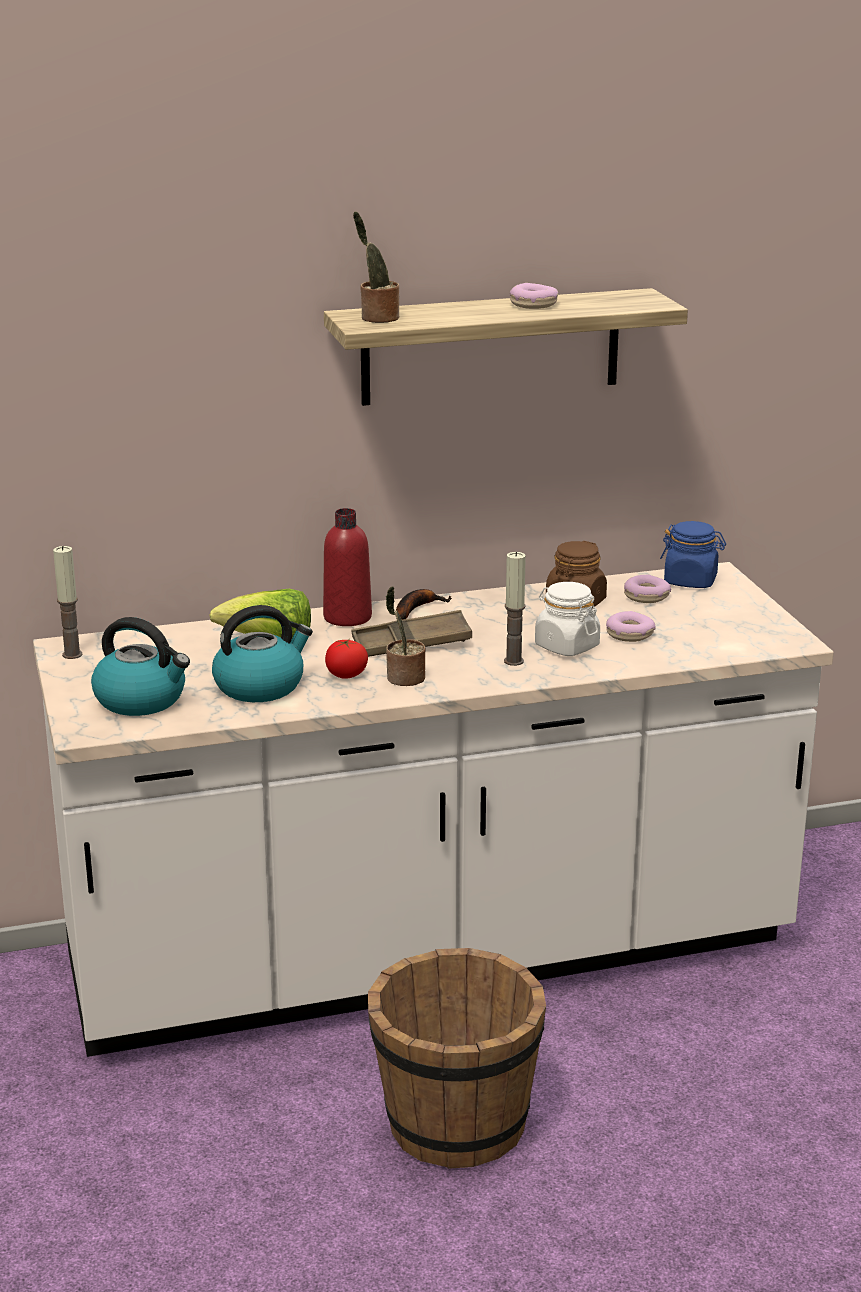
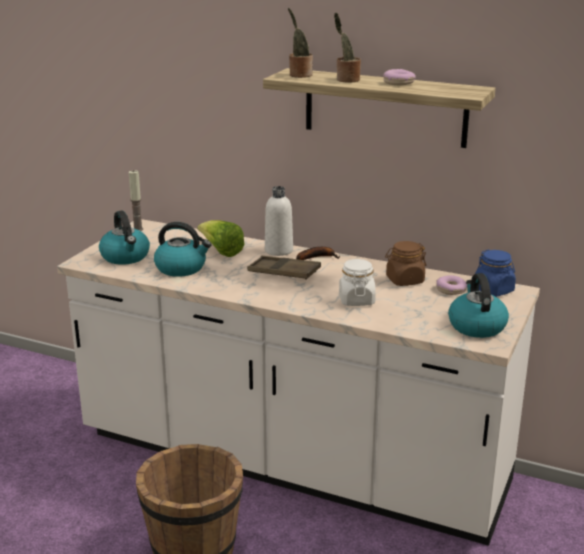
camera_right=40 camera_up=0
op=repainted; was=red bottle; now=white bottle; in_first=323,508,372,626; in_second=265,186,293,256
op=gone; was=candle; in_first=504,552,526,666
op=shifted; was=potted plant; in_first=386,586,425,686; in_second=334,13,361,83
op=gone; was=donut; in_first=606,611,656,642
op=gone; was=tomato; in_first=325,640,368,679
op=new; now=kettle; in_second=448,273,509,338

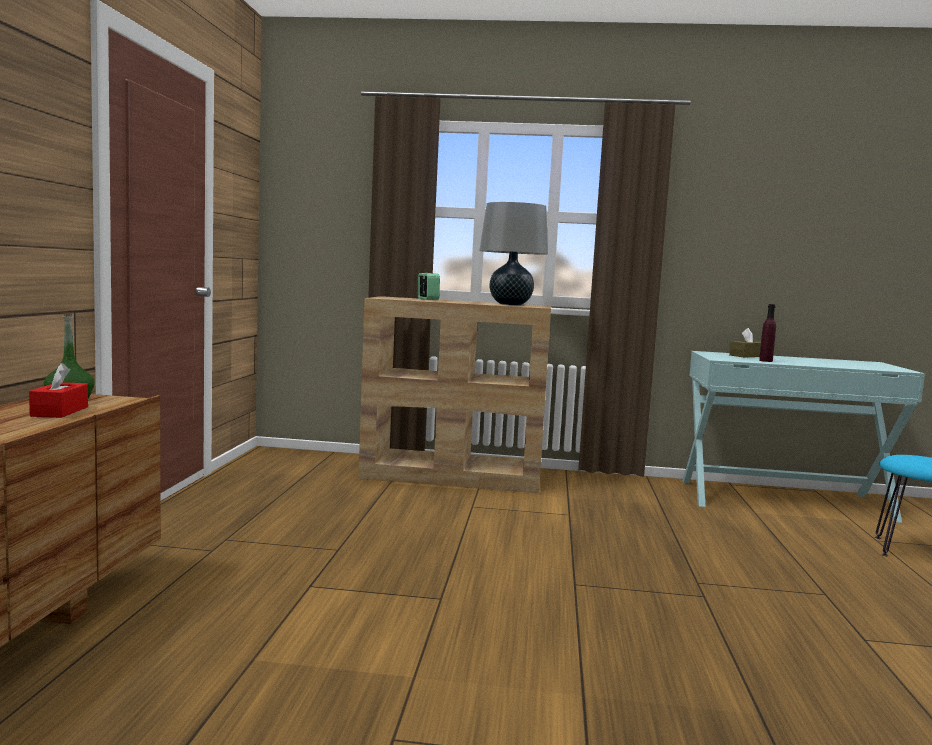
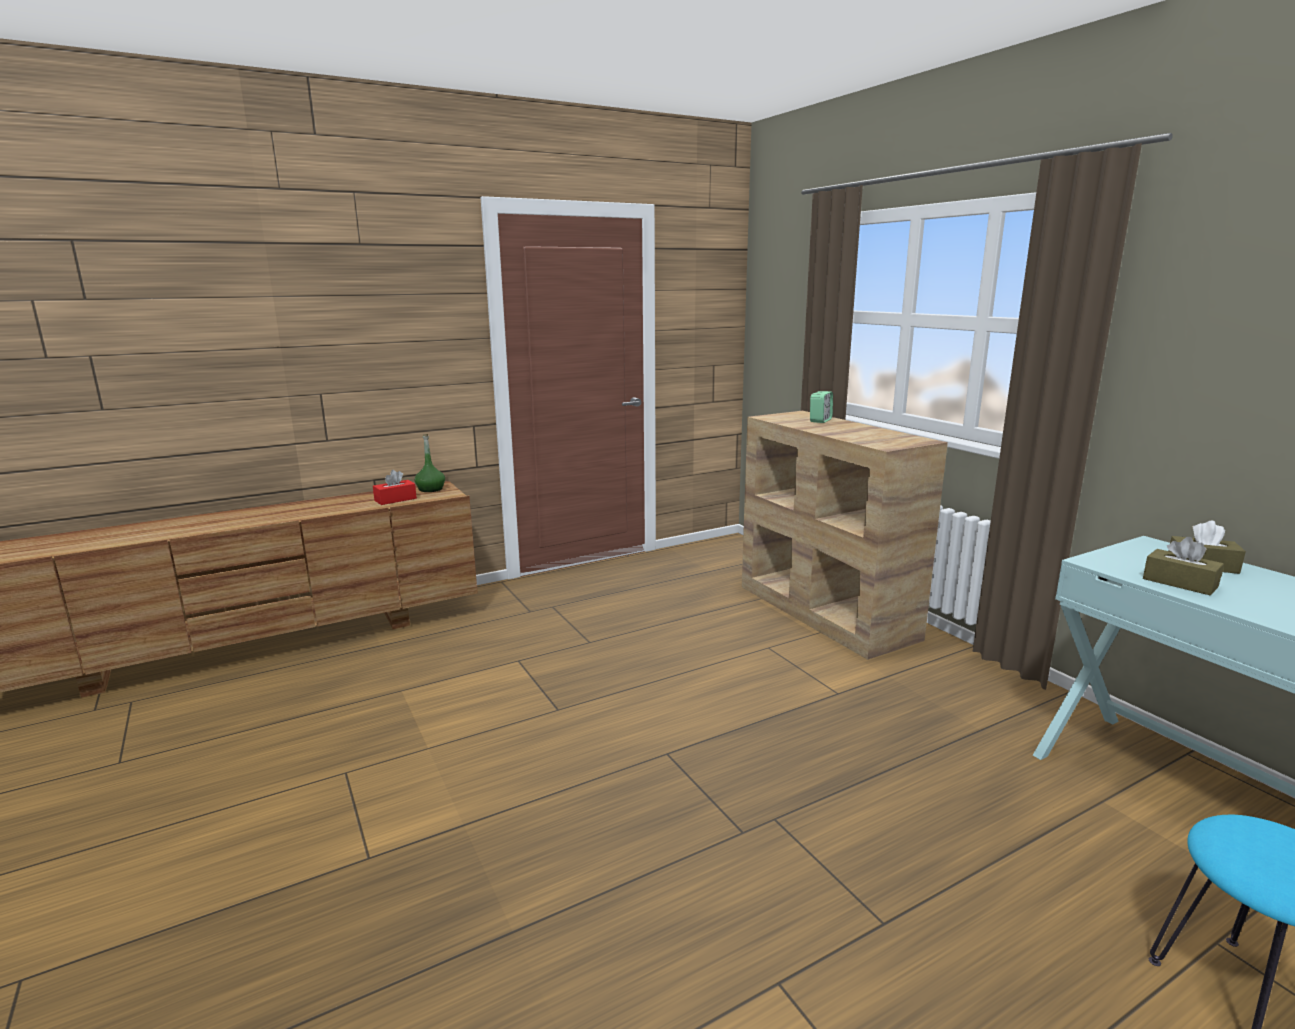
camera_right=55 camera_up=10
op=gone; was=grey table lamp; in_first=479,202,548,305
op=swapped; was=purple bottle; now=brown tissue box; in_first=759,304,776,362; in_second=1143,537,1224,595

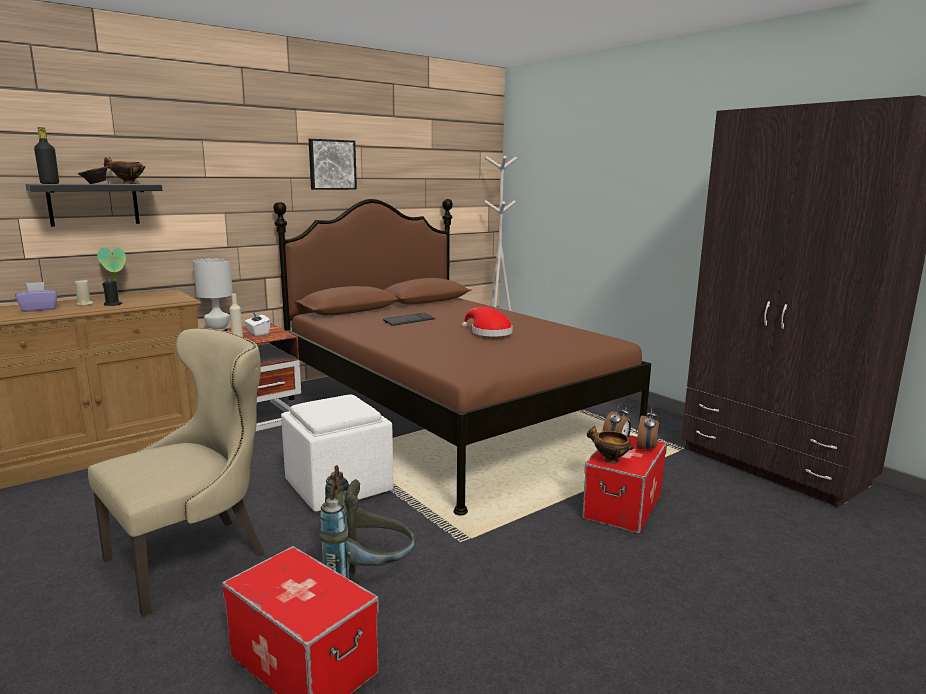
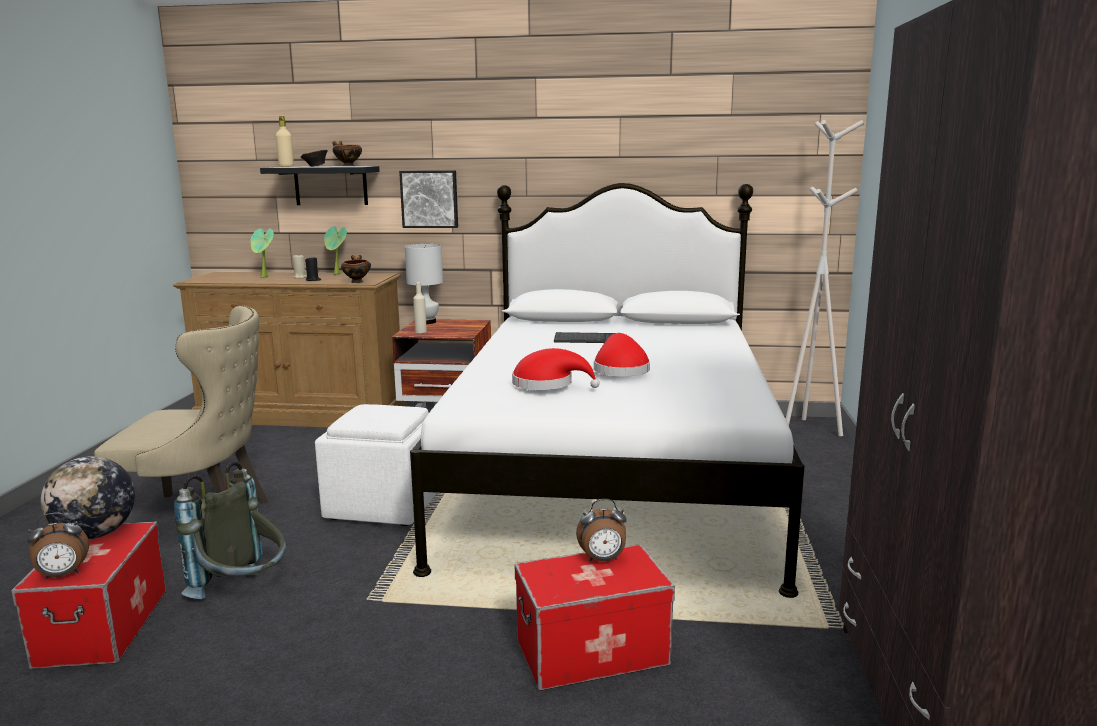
camera_right=45 camera_up=0
op=repainted; was=black bottle; now=beige bottle; in_first=34,127,59,184; in_second=276,116,294,167
op=shifted; was=picture; in_first=309,139,357,190; in_second=399,170,458,228
op=repainted; was=brown bed; now=white bed; in_first=273,199,651,516; in_second=410,183,805,598
op=swapped; was=purple tissue box; now=potted plant; in_first=15,282,57,312; in_second=251,228,274,278
op=gone; was=white tissue box; in_first=245,311,270,336
op=shifted; was=alarm clock; in_first=637,406,659,453; in_second=27,513,89,580
op=shifted; was=bowl; in_first=587,426,634,464; in_second=341,255,371,283
op=new; now=red hat; in_second=512,348,600,390
op=new; now=globe; in_second=41,456,135,539

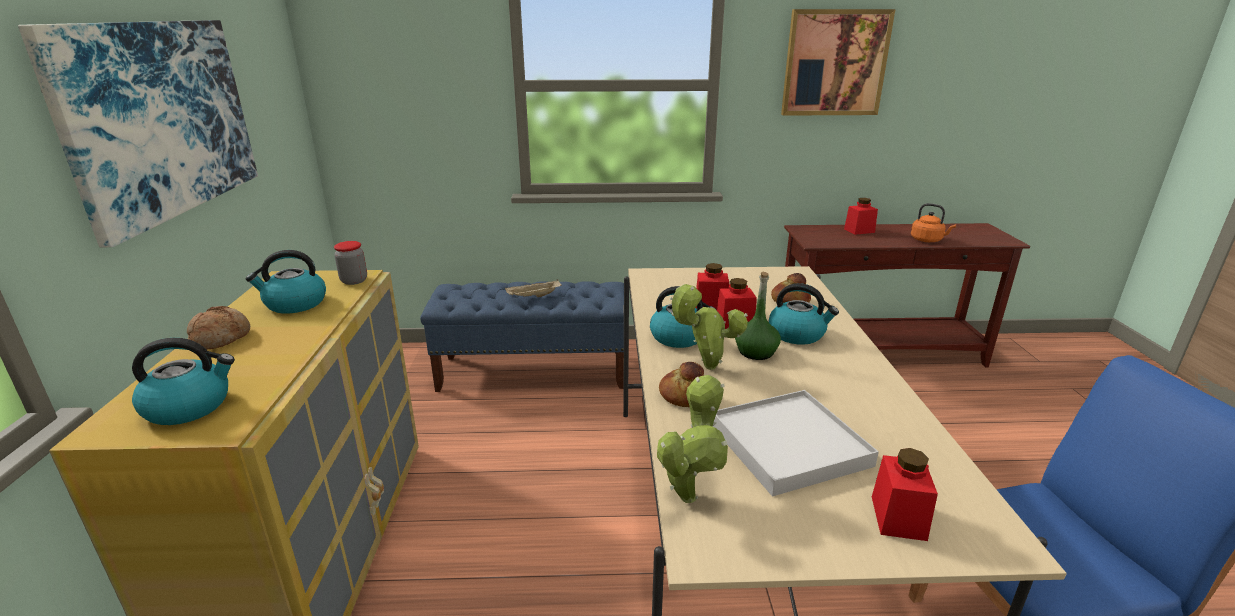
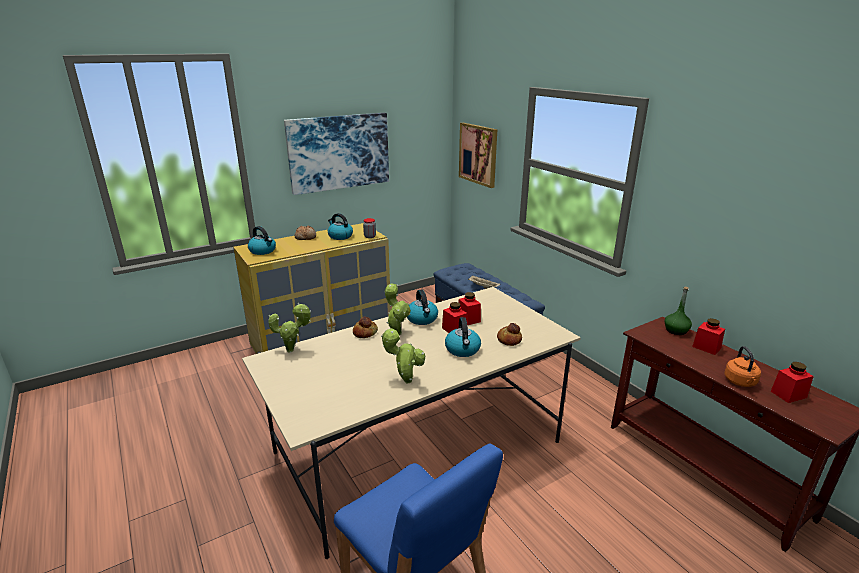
camera_right=60 camera_up=0
op=shifted; was=picture; in_first=781,9,895,116; in_second=459,123,497,188
op=shifted; was=green bottle; in_first=735,272,781,360; in_second=664,287,692,335
op=gone; was=white tray; in_first=712,390,879,496
op=shifted; was=red jar; in_first=872,448,938,541; in_second=770,362,814,403
op=new; now=potted plant; in_second=381,328,425,383

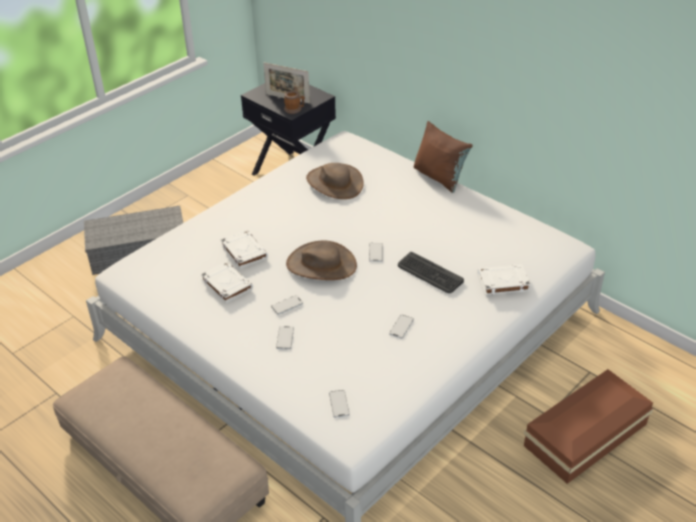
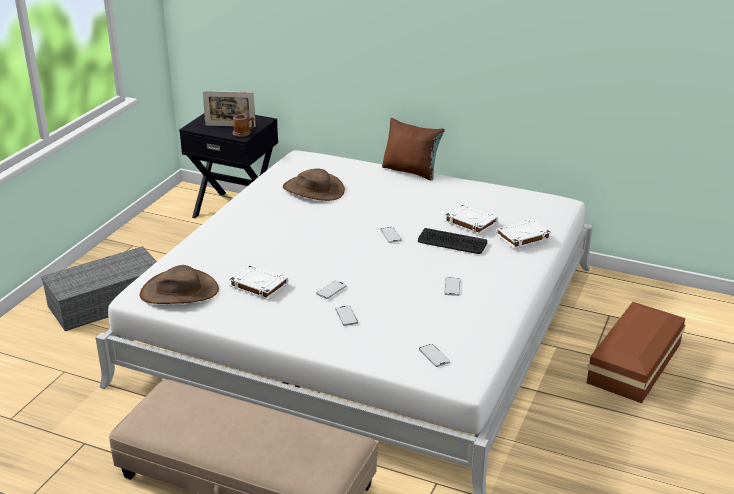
camera_right=-20 camera_up=-10
op=shifted; was=white book; in_first=220,230,268,269; in_second=445,204,498,235
op=shifted; was=brown hat; in_first=286,241,357,280; in_second=140,265,219,304

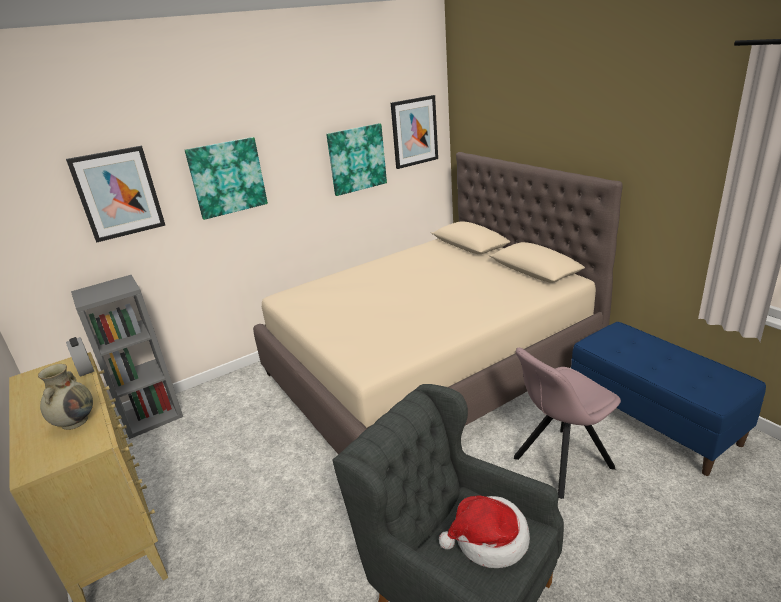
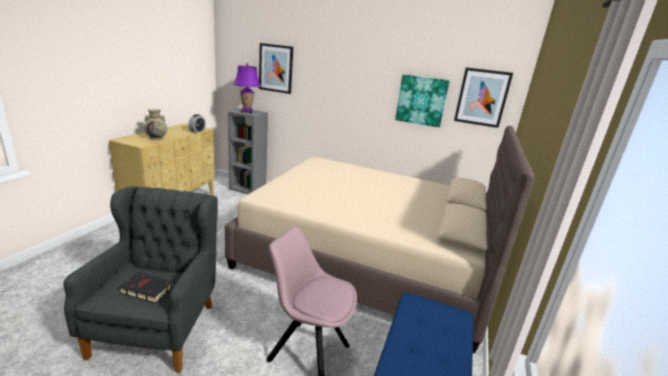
camera_right=50 camera_up=-5
op=gone; was=picture; in_first=185,137,268,220
op=swapped; was=hat; now=black book; in_first=439,495,530,568; in_second=119,272,174,303
op=new; now=purple table lamp; in_second=234,63,261,113

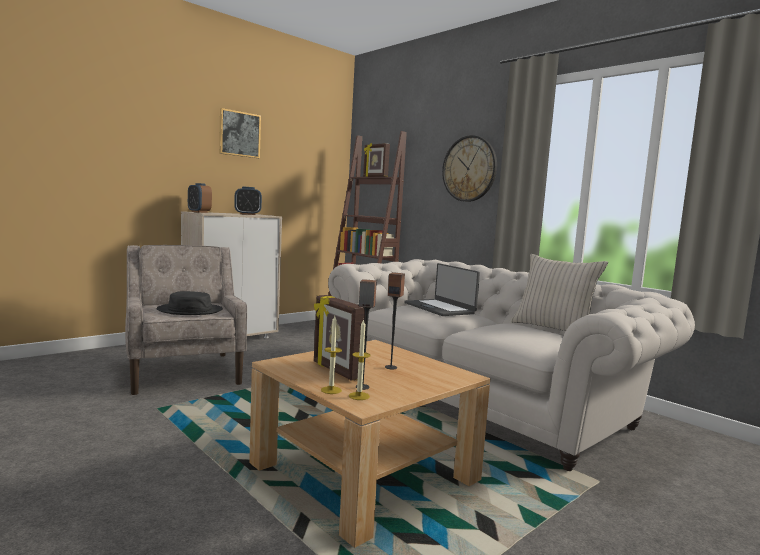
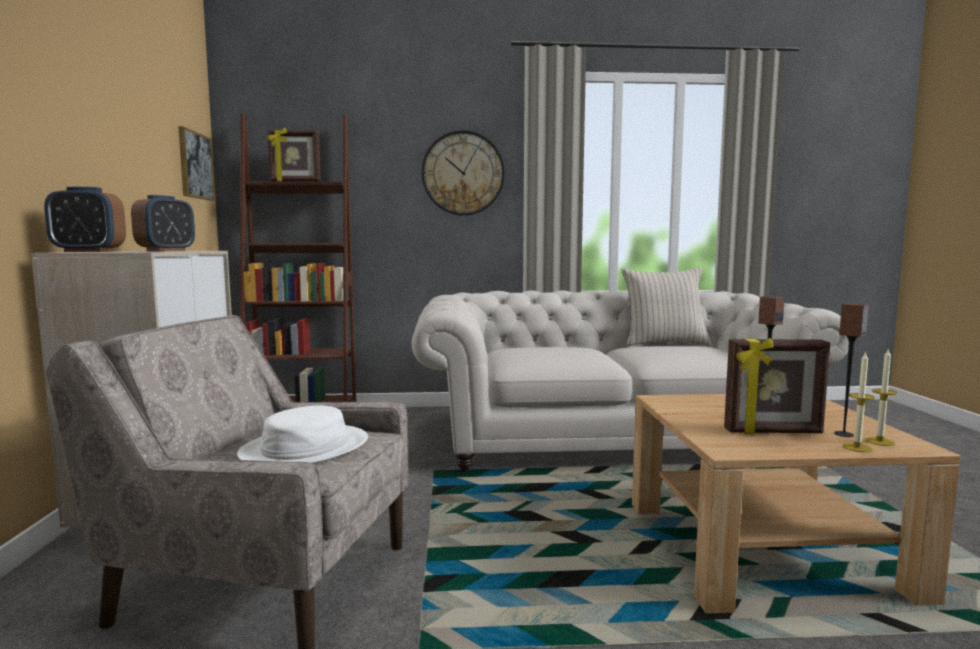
camera_right=-50 camera_up=0
op=shifted; was=picture; in_first=219,108,261,158; in_second=178,126,215,201
op=gone; was=laptop; in_first=404,263,480,316
op=repainted; was=black hat; now=white hat; in_first=156,291,223,315; in_second=237,406,368,464

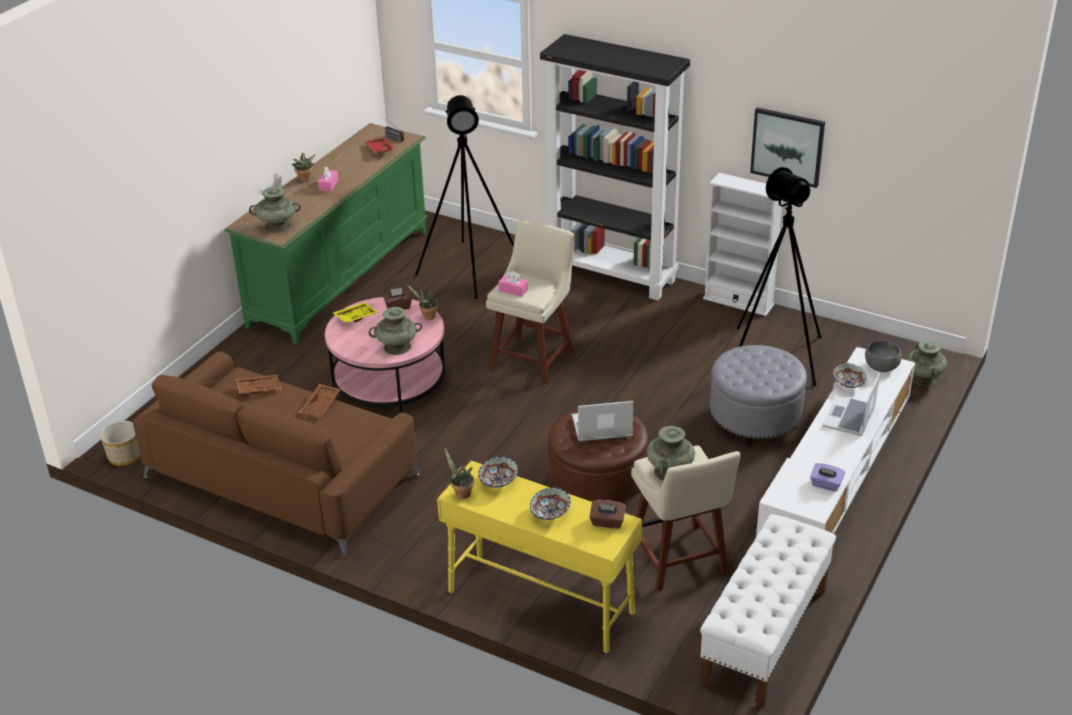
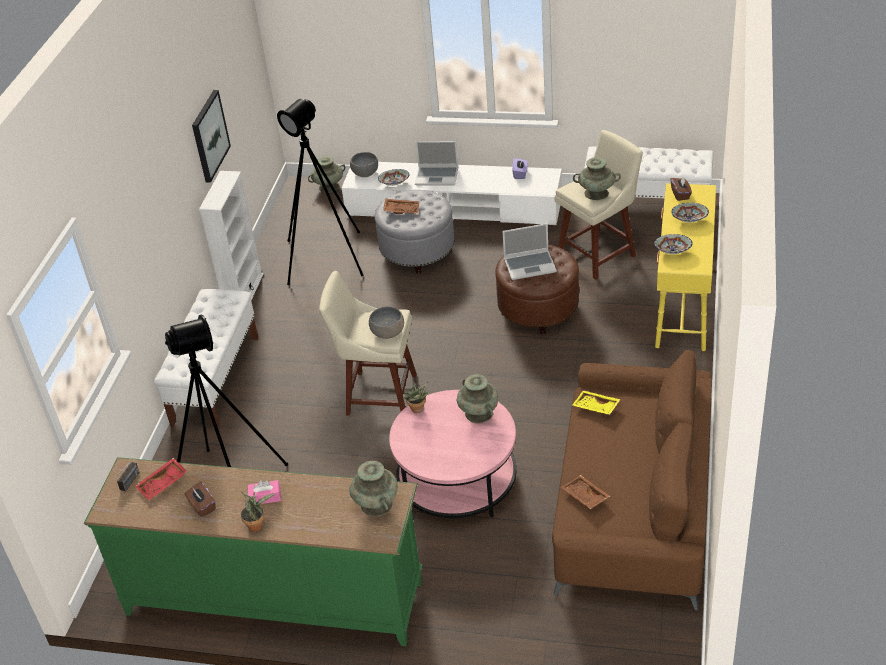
camera_right=-105 camera_up=5
op=swapped; was=black bookcase; now=white bench; in_first=540,34,690,300; in_second=154,289,258,430
op=swapped; was=pink tissue box; now=grey bowl; in_first=498,271,528,297; in_second=369,306,404,339
op=shifted; was=brown tissue box; in_first=383,288,412,310; in_second=185,481,216,517
op=shifted; was=yellow tray; in_first=333,302,378,323; in_second=572,391,621,415
op=shifted; was=brown tray; in_first=299,384,341,417; in_second=383,199,420,214
op=rotated; was=laptop; in_first=572,401,633,441; in_second=503,223,557,280; clockwise=-75
op=gone; was=planter; in_first=100,421,140,466
op=gone; was=potted plant; in_first=445,448,474,499

